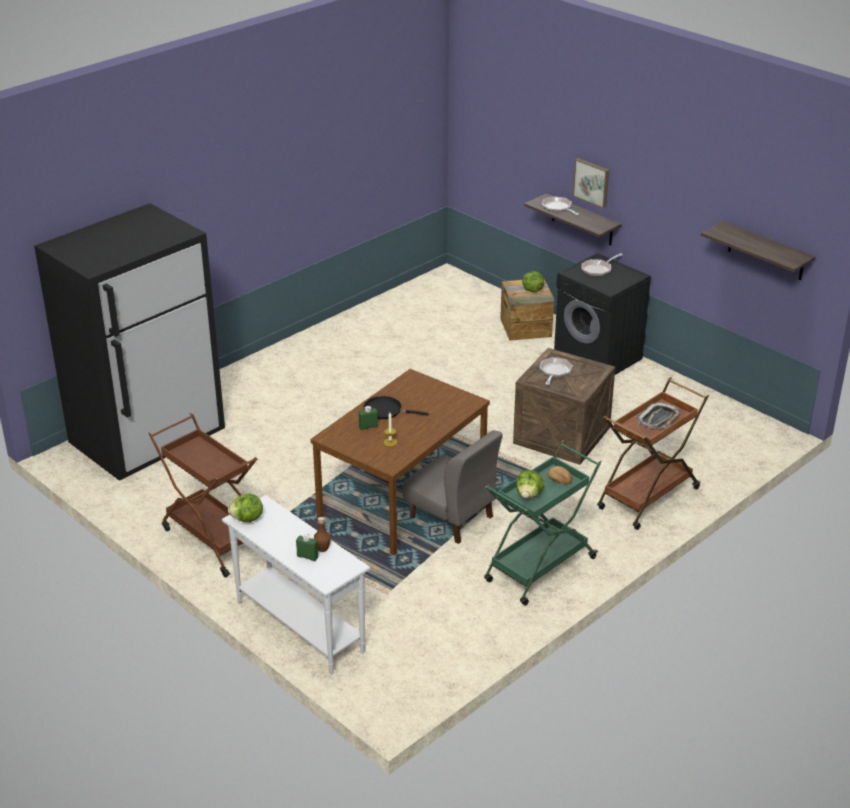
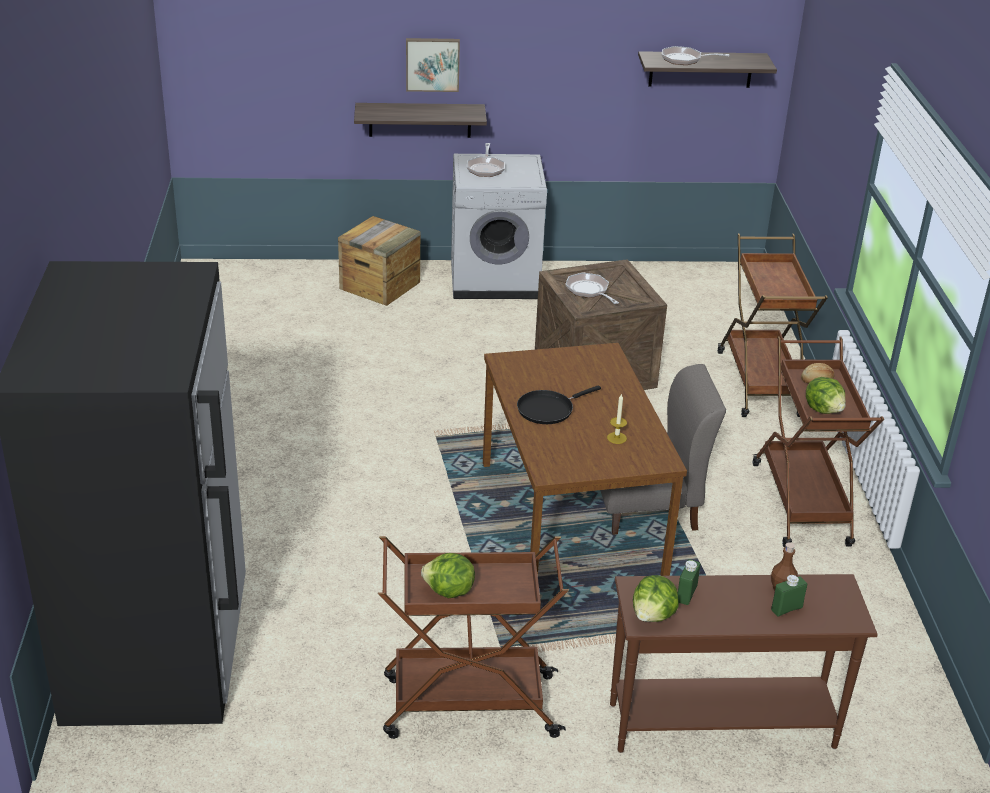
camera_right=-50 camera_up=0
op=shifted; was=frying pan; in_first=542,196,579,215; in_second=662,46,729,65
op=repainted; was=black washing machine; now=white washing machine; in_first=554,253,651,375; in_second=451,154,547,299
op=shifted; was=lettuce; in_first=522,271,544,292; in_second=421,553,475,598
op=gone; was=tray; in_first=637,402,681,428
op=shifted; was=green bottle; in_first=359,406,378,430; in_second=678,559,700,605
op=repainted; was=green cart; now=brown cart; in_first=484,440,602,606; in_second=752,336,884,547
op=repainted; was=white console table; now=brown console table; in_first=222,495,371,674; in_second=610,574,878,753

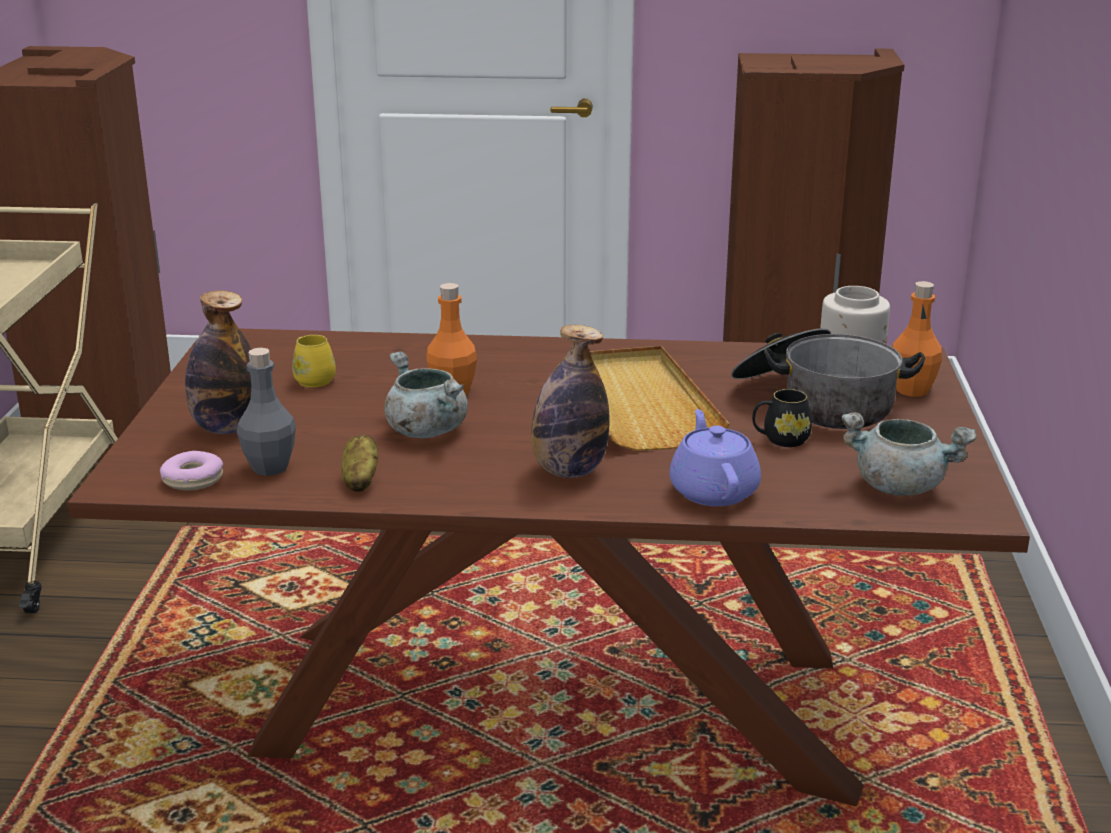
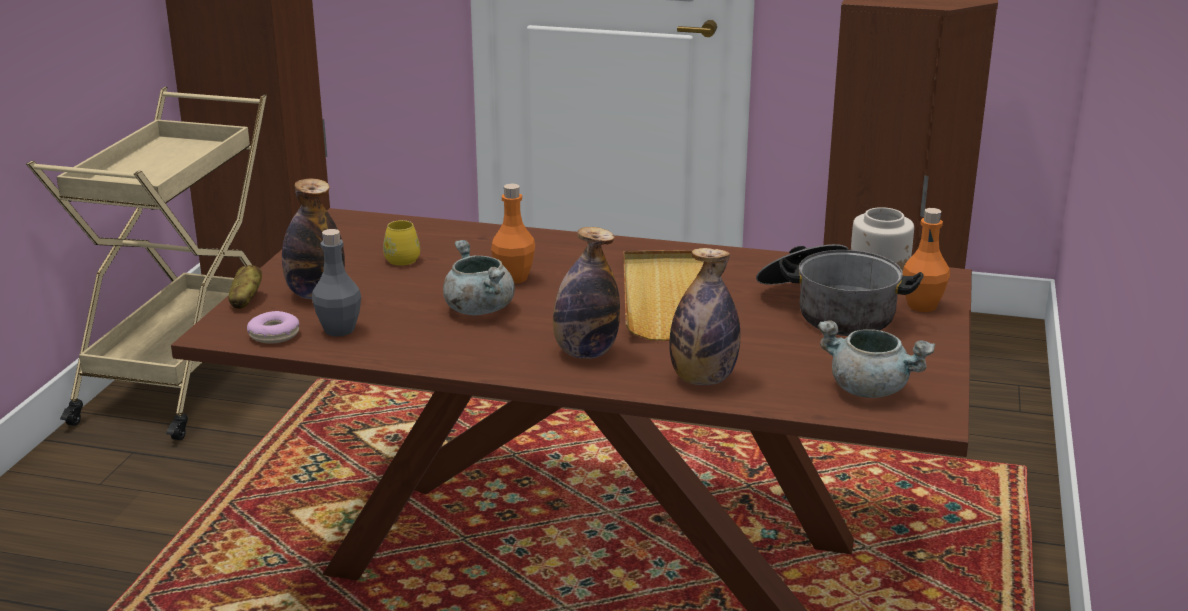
camera_right=10 camera_up=0
op=gone; was=black mug; in_first=752,389,812,447
op=swapped; was=purple teapot; now=bottle; in_first=669,409,761,506; in_second=669,248,740,385
op=shifted; was=potato; in_first=341,435,378,492; in_second=228,265,262,309

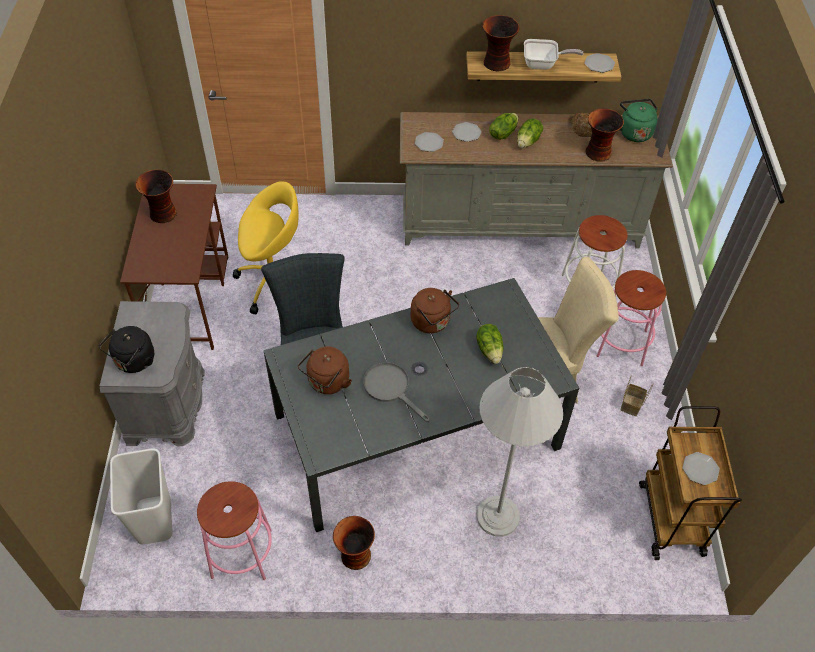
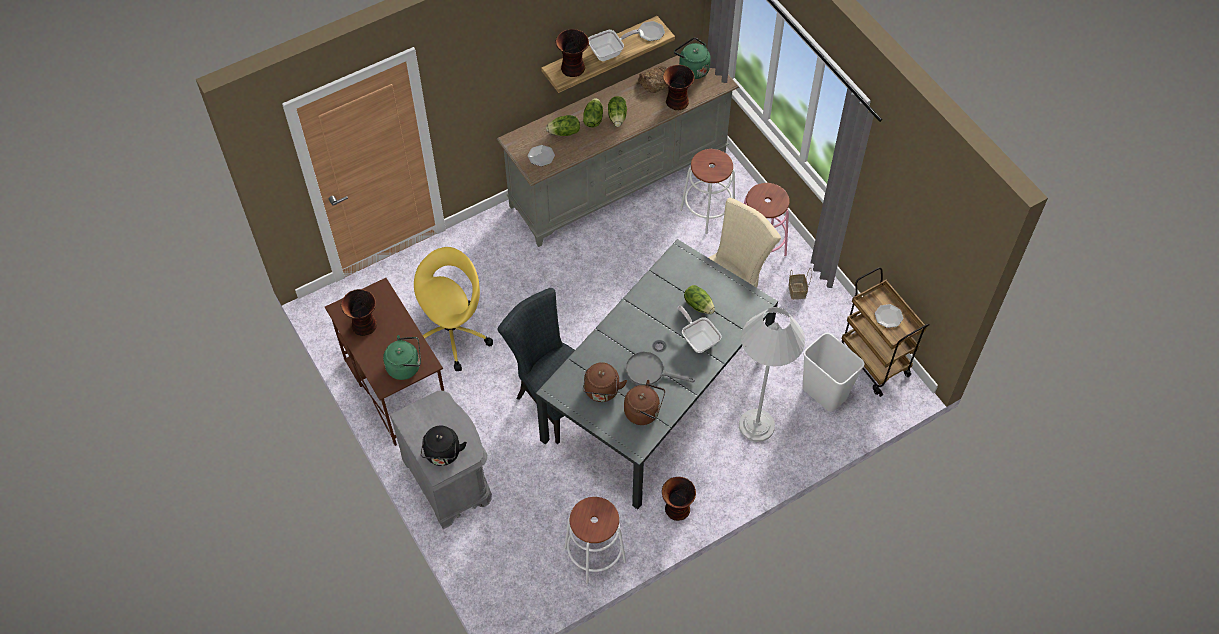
camera_right=-30 camera_up=5
op=swapped; was=plate; now=lettuce; in_first=452,122,482,142; in_second=546,115,580,136
op=shifted; was=brown kettle; in_first=411,288,459,333; in_second=624,380,665,425
op=shifted; was=white trash can; in_first=110,449,173,545; in_second=803,333,865,412
op=repainted; was=pink stool; now=white stool; in_first=197,481,272,580; in_second=564,497,626,584
op=new; now=frying pan; in_second=677,306,722,353
op=new; now=green kettle; in_second=383,335,421,380

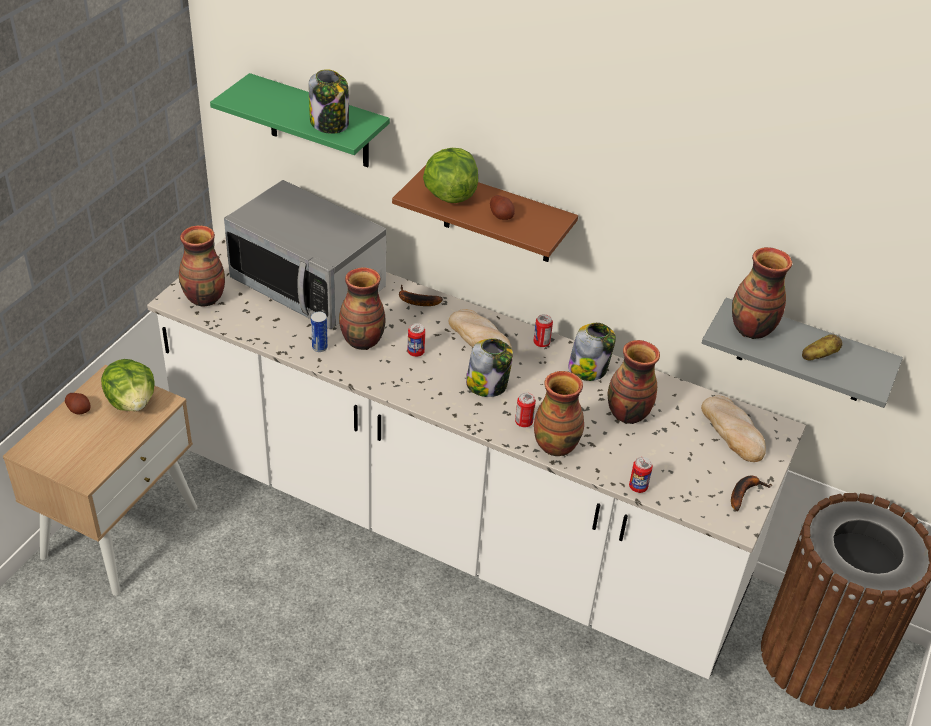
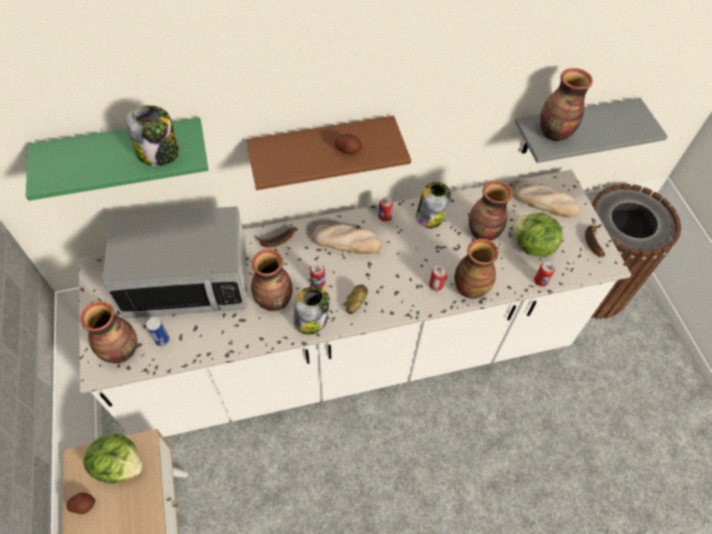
camera_right=-40 camera_up=15
op=shifted; was=lettuce; in_first=423,148,478,203; in_second=512,213,563,257
op=shifted; was=can; in_first=311,312,328,352; in_second=146,317,169,346
op=shifted; was=potato; in_first=802,334,842,361; in_second=346,284,368,314
op=shifted; was=jar; in_first=466,338,513,397; in_second=294,286,329,335

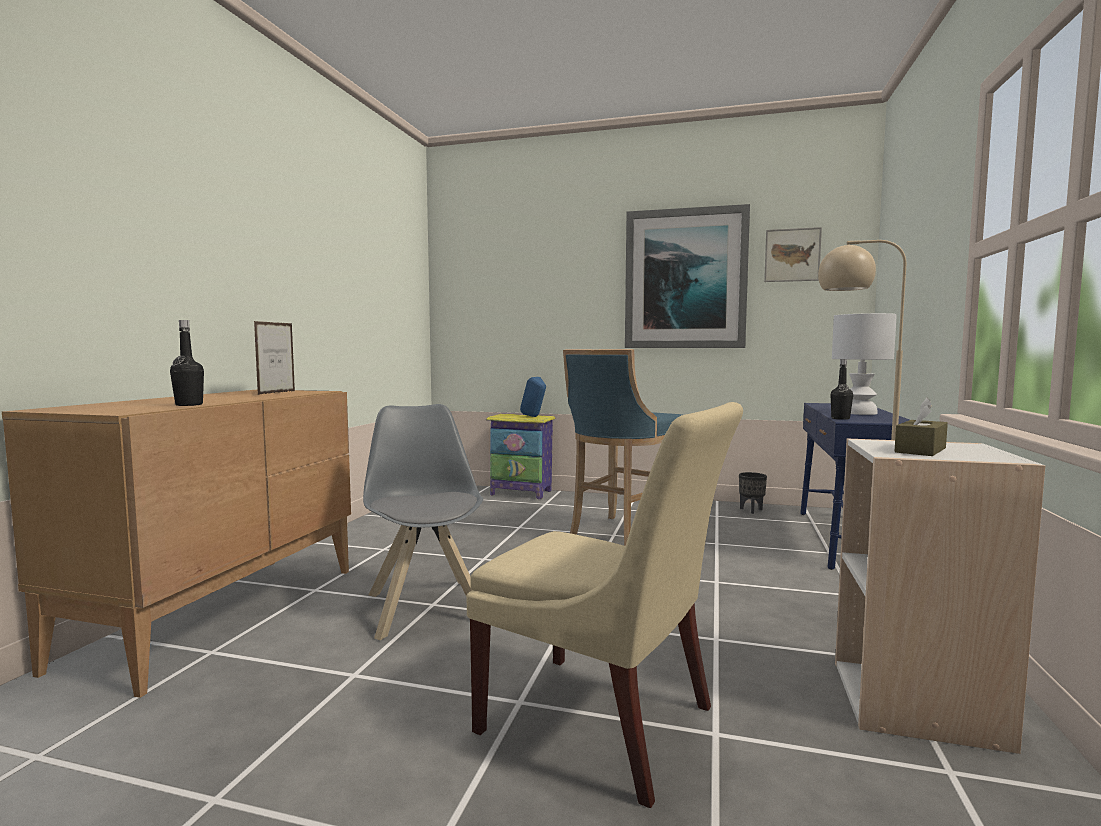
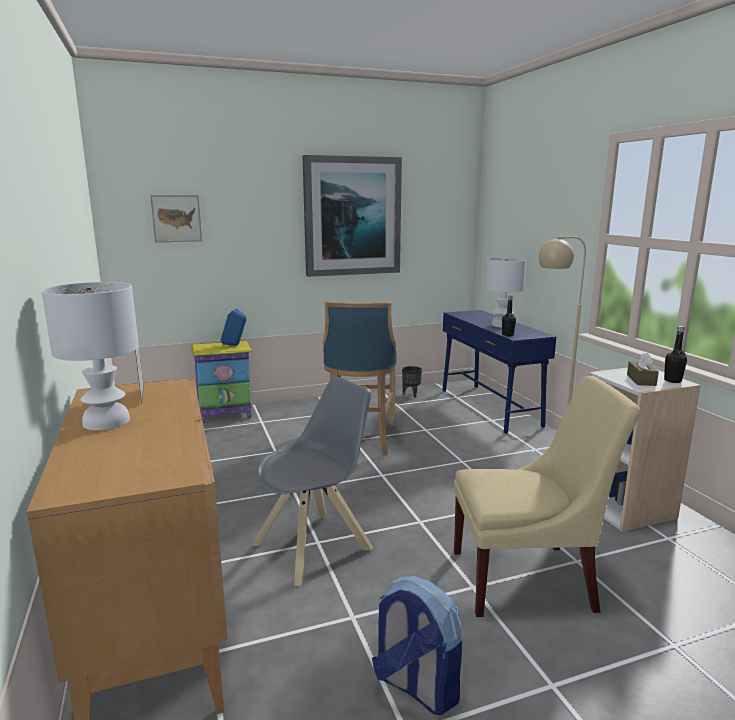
camera_right=-35 camera_up=10
op=shifted; was=picture; in_first=764,227,822,282; in_second=150,195,202,243
op=shifted; was=black bottle; in_first=170,320,204,406; in_second=664,326,687,383
op=rotated; was=grey chair; in_first=363,404,483,640; in_second=251,377,373,586; clockwise=105
op=new; now=white table lamp; in_second=42,282,139,430
op=new; now=backpack; in_second=372,576,462,715

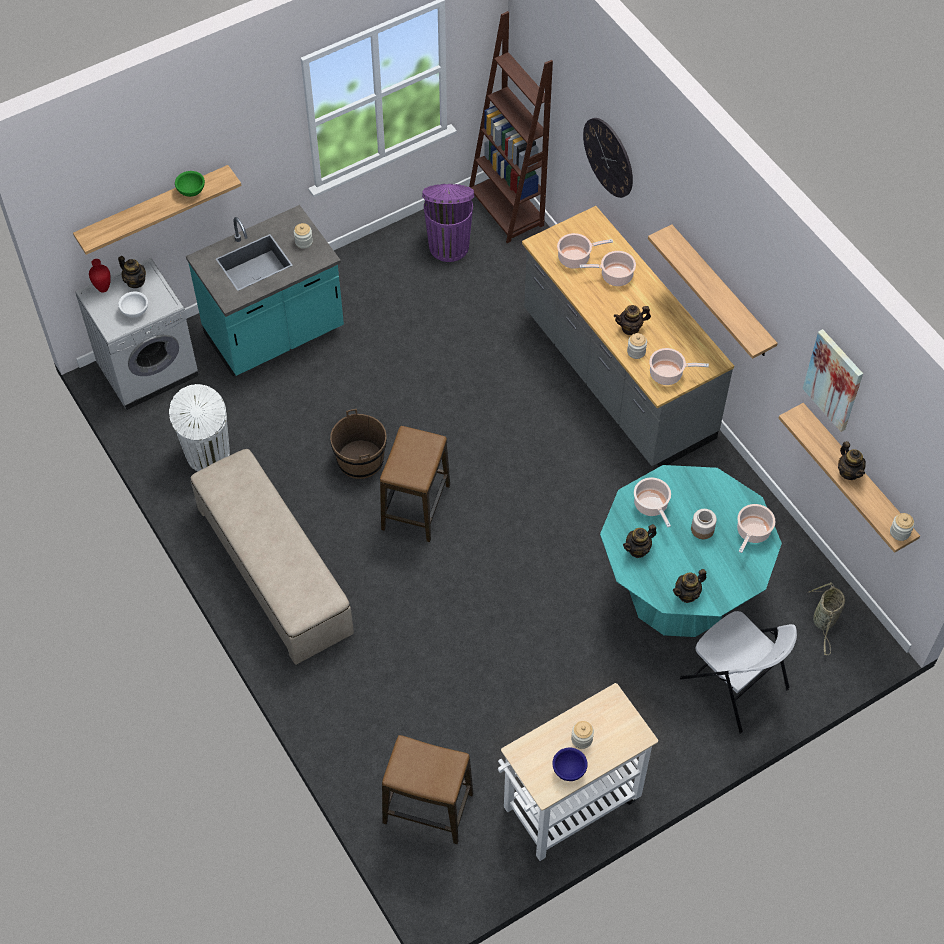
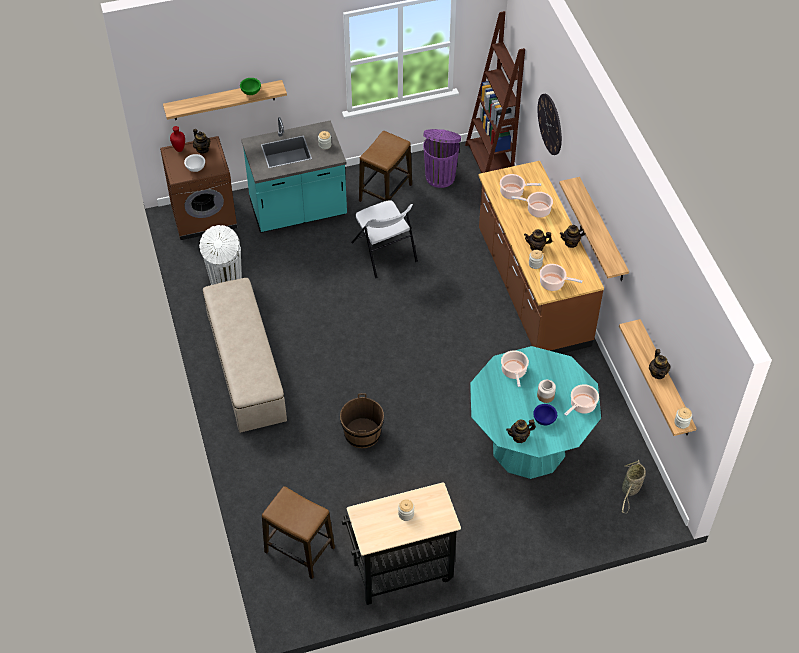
camera_right=15 camera_up=-5
op=repainted; was=grey counter; now=brown counter; in_first=522,206,734,467; in_second=478,161,604,354
op=repainted; was=white washing machine; now=brown washing machine; in_first=75,258,199,410; in_second=160,136,237,240
op=gone; was=picture; in_first=803,329,863,432
op=shifted; was=brown bucket; in_first=330,409,387,479; in_second=340,393,384,448
op=shifted; was=stool; in_first=380,426,450,542; in_second=359,131,412,202
op=shifted; was=teapot; in_first=623,524,657,558; in_second=560,225,585,248
op=shifted; was=white chair; in_first=680,611,797,734; in_second=351,200,418,278
op=repainted; was=white cart; now=black cart; in_first=498,683,658,861; in_second=342,482,461,605
op=shifted; was=blue bowl; in_first=552,748,588,781; in_second=533,404,557,425

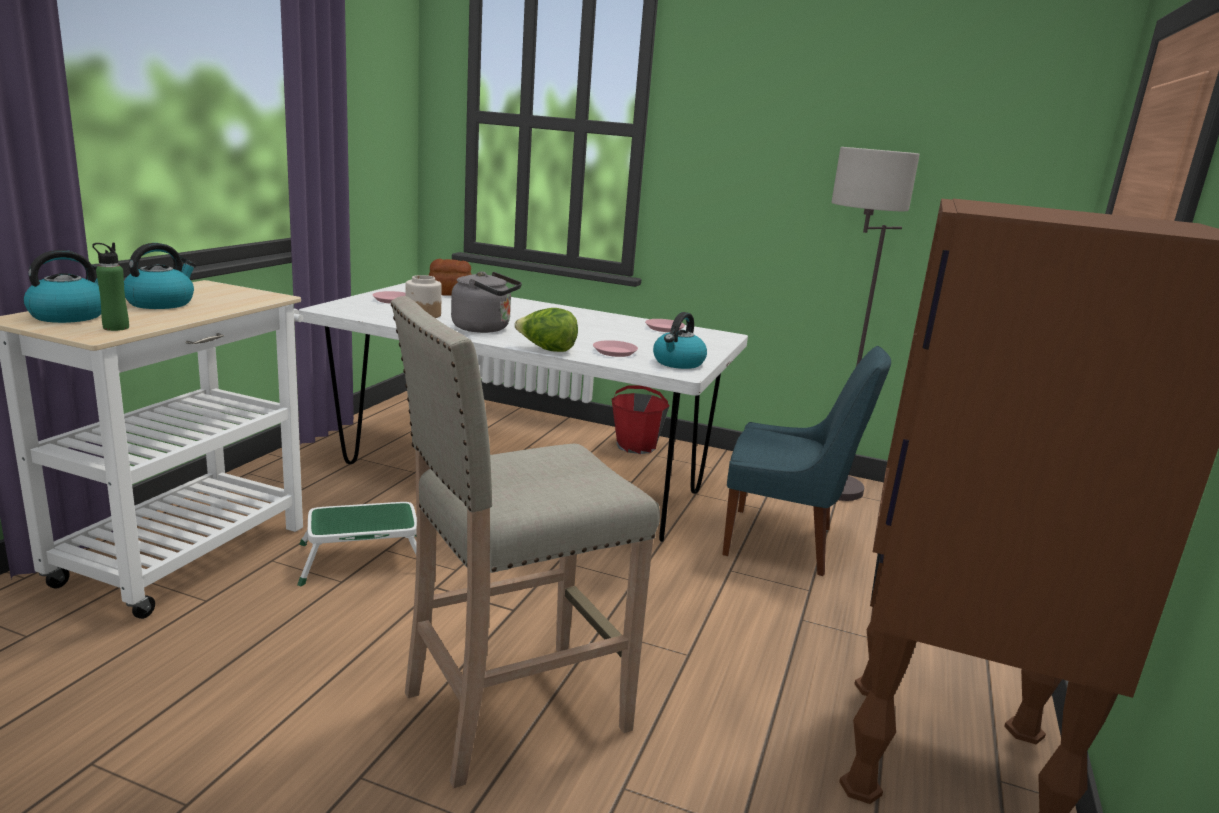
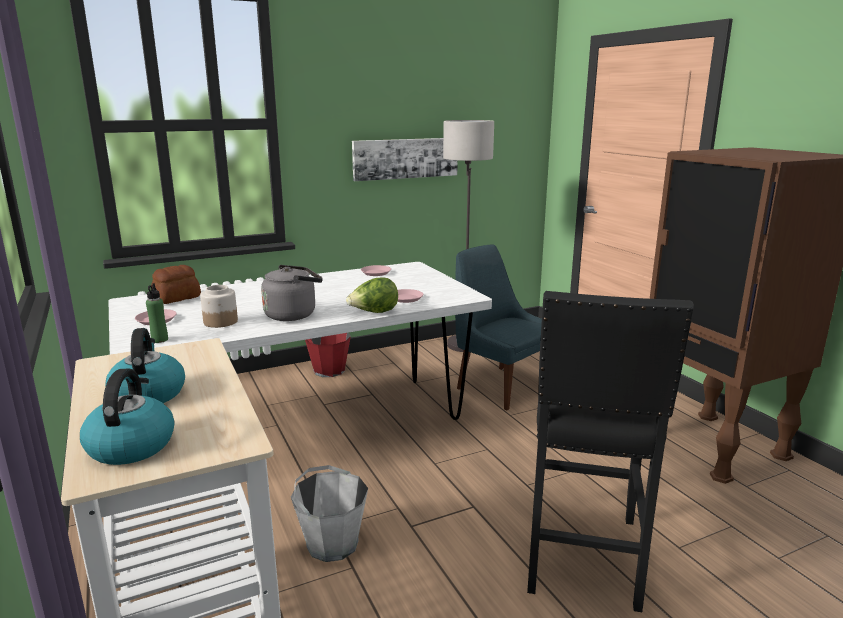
camera_right=-45 camera_up=0
op=shifted; was=green bottle; in_first=92,243,129,331; in_second=146,283,168,343
op=repainted; was=beige stool; now=black stool; in_first=391,296,660,789; in_second=527,291,694,612
op=gone; was=kettle; in_first=653,312,707,369
op=rotated; was=blue chair; in_first=722,346,891,576; in_second=455,244,542,410; clockwise=-105
op=swapped; was=green step ladder; now=grey bucket; in_first=297,502,417,586; in_second=291,465,368,562
op=new; now=picture; in_second=352,138,458,181

